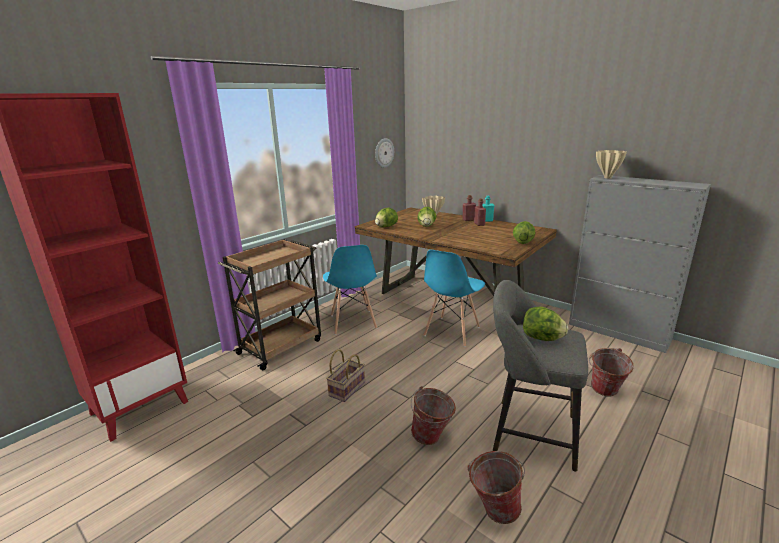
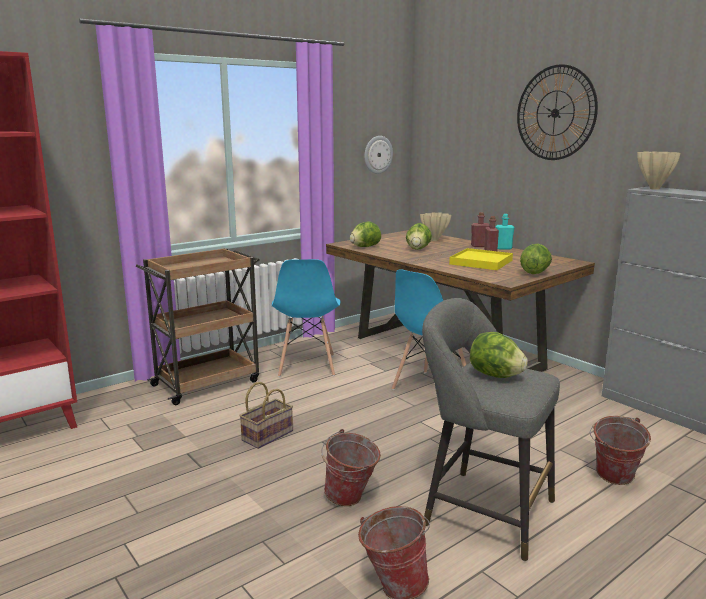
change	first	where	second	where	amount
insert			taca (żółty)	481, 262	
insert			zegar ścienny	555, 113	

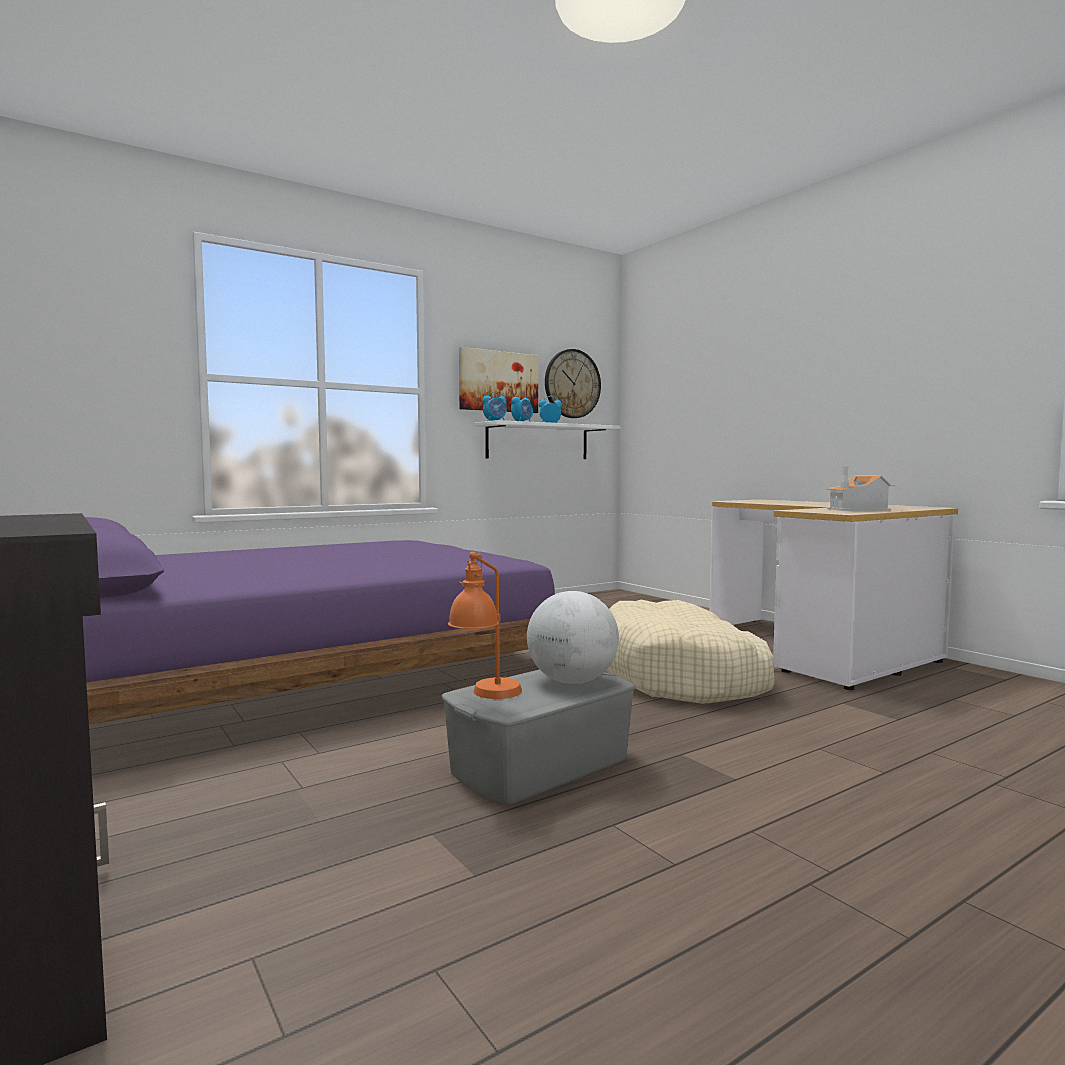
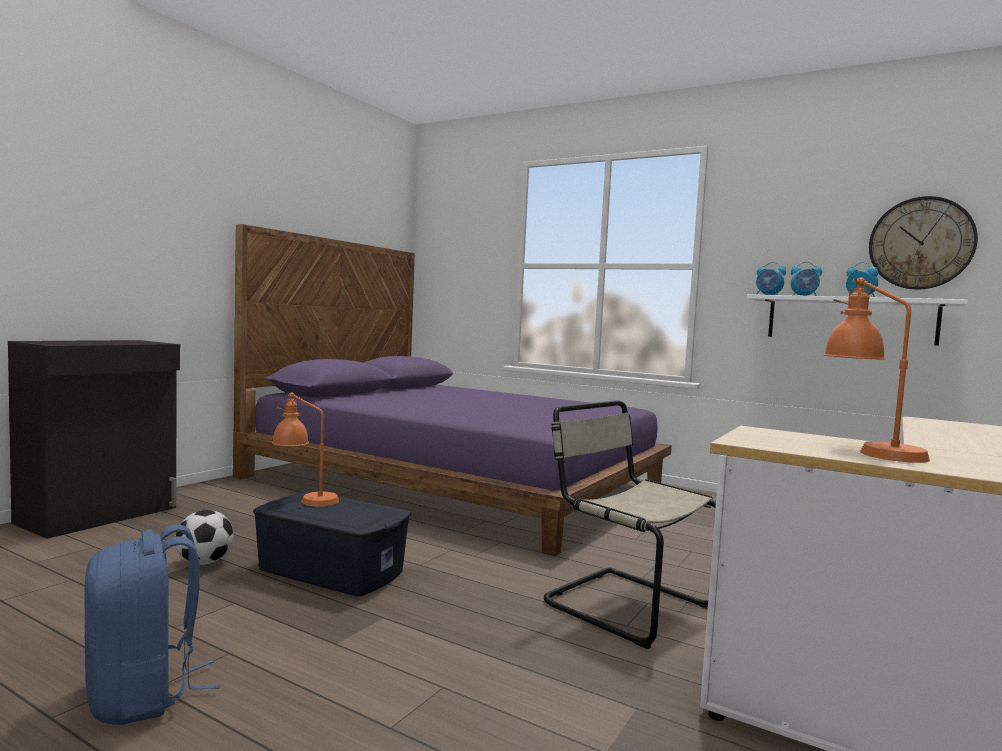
change	first	where	second	where	amount
delete	obraz	498, 381			
delete	globus	572, 681			
insert			plecak (niebieski)	144, 695	
insert			piłka futbolowa	204, 563	
replace	legowisko (beżowy)	682, 677	krzesło (beżowy)	623, 604	
replace	domek	858, 509	lampa stołowa (pomarańczowy)	867, 450	
recolor	pojemnik do przechowywania (szary)	539, 765	pojemnik do przechowywania (niebieski)	331, 570	

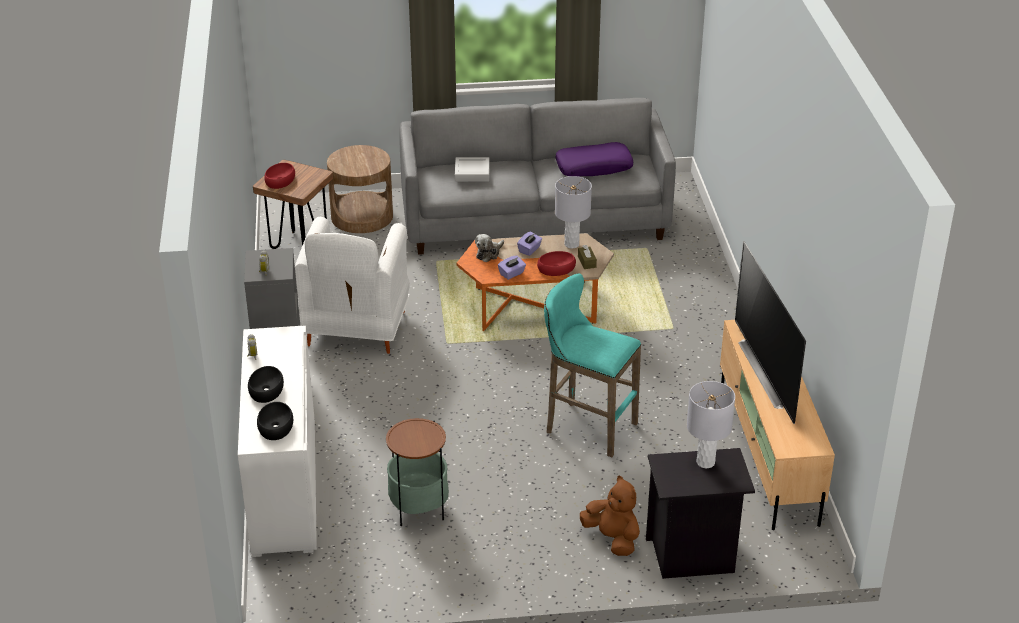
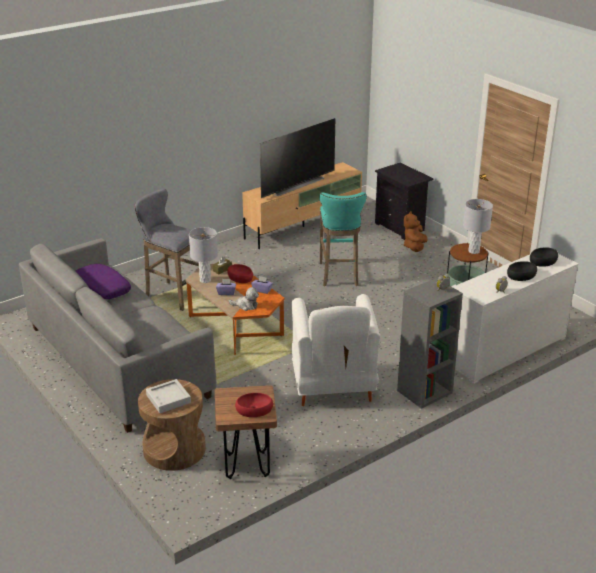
change	first	where	second	where	amount
insert			stołek (szary)	173, 294	
move	taca (szary)	472, 173		168, 399	
move	lampa stołowa (szary)	705, 462		474, 251	
rotate	fotel (biały)	356, 330		333, 387	105 degrees clockwise

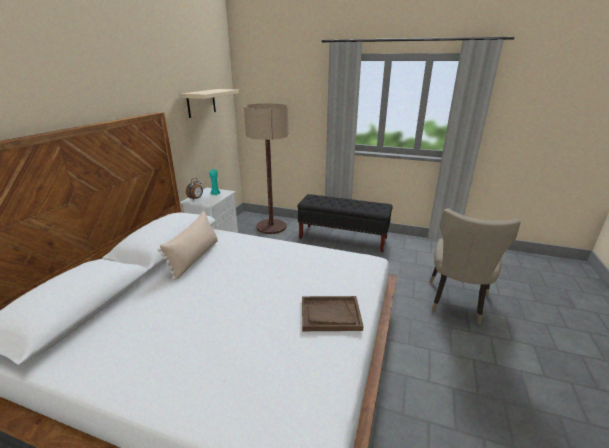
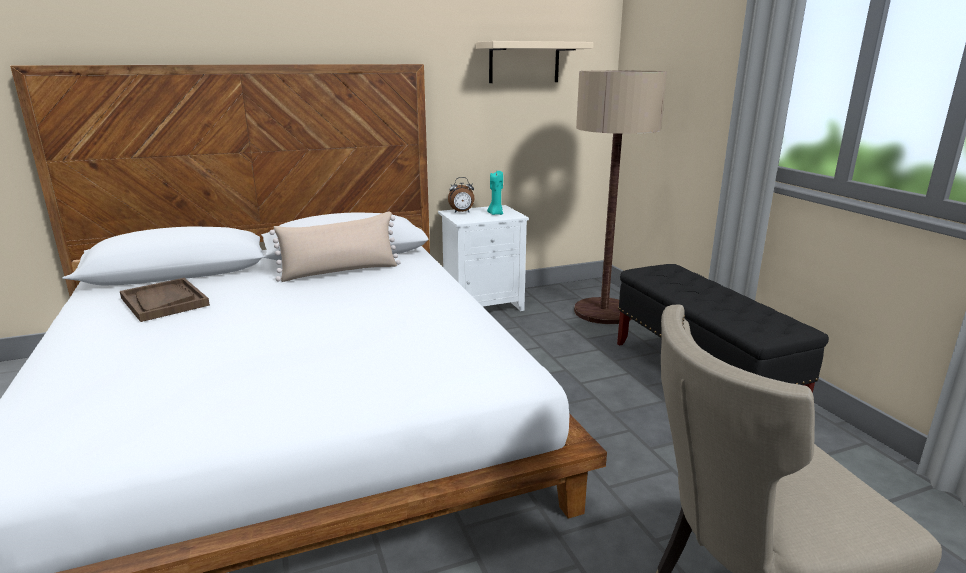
change	first	where	second	where	amount
move	taca (brązowy)	330, 315		164, 301	

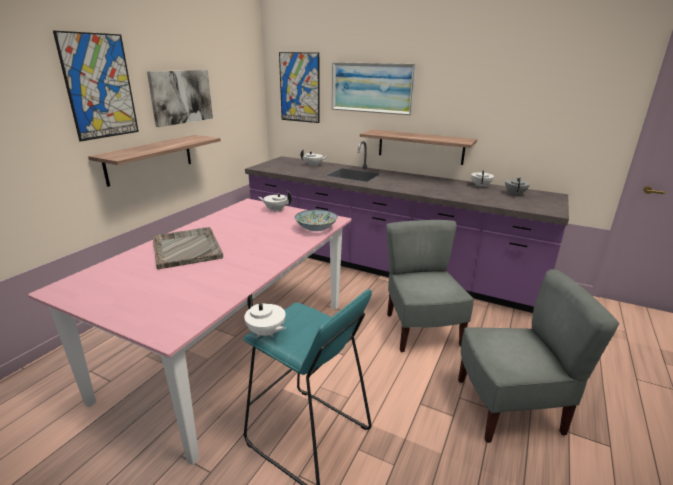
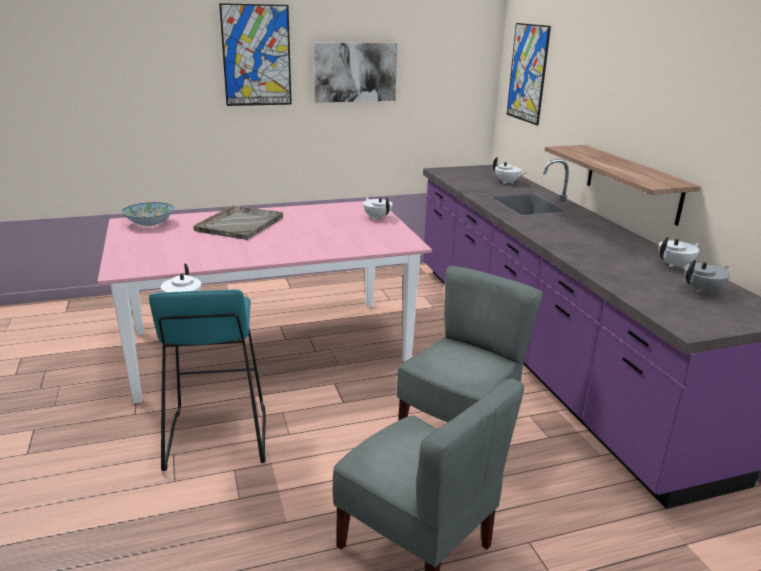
change	first	where	second	where	amount
delete	półka	150, 159			
delete	obraz	372, 88			
move	miska	316, 229		149, 224	

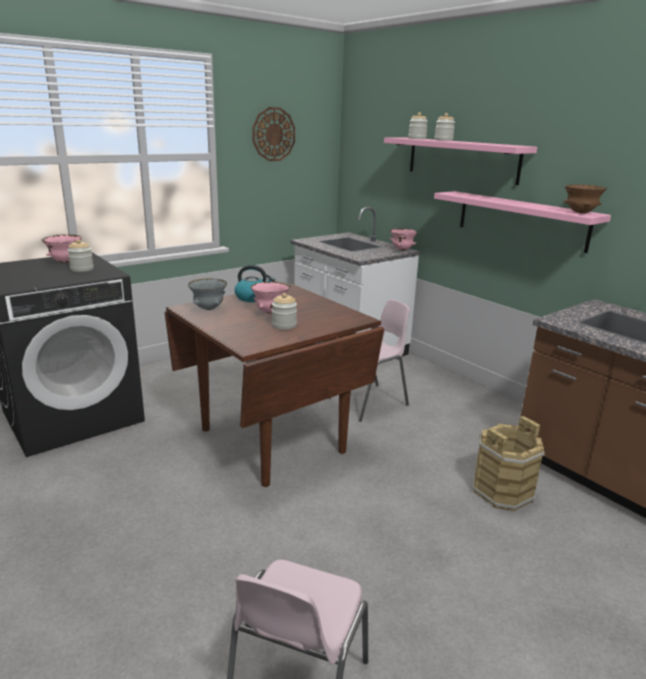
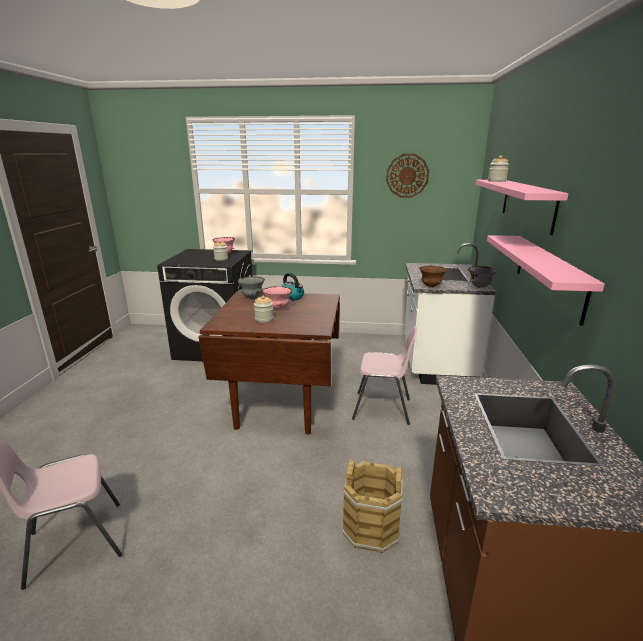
change	first	where	second	where	amount
delete	słoik	443, 140			
move	miska (brązowy)	580, 213		431, 286	
recolor	miska (różowy)	401, 250	miska (szary)	479, 286	

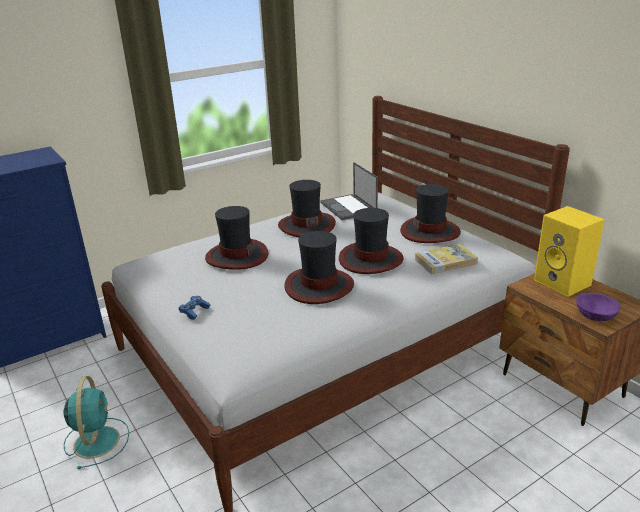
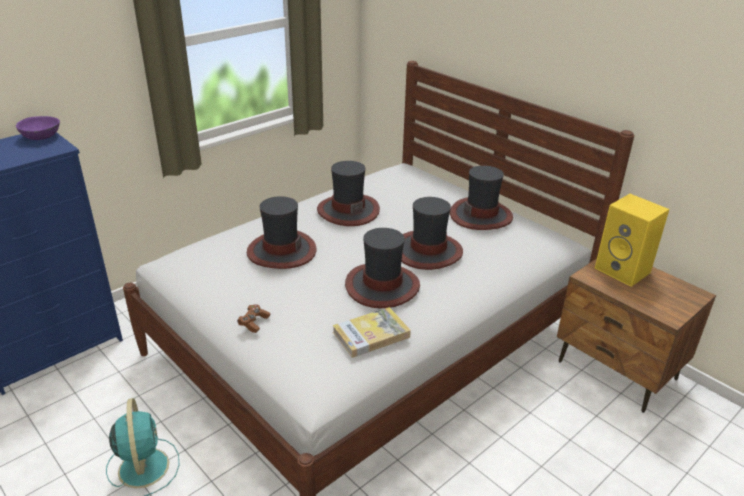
change	first	where	second	where	amount
delete	laptop	349, 207			
move	książka	445, 261		371, 334	
move	miska (fioletowy)	595, 316		40, 137	
recolor	pad do gier (niebieski)	195, 312	pad do gier (brązowy)	254, 323	

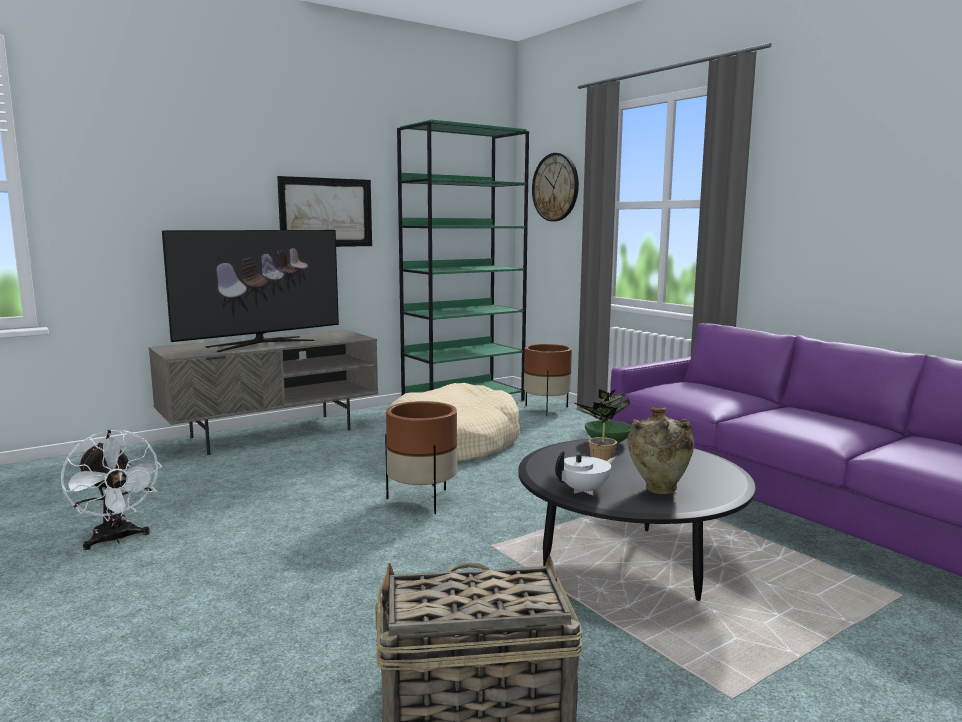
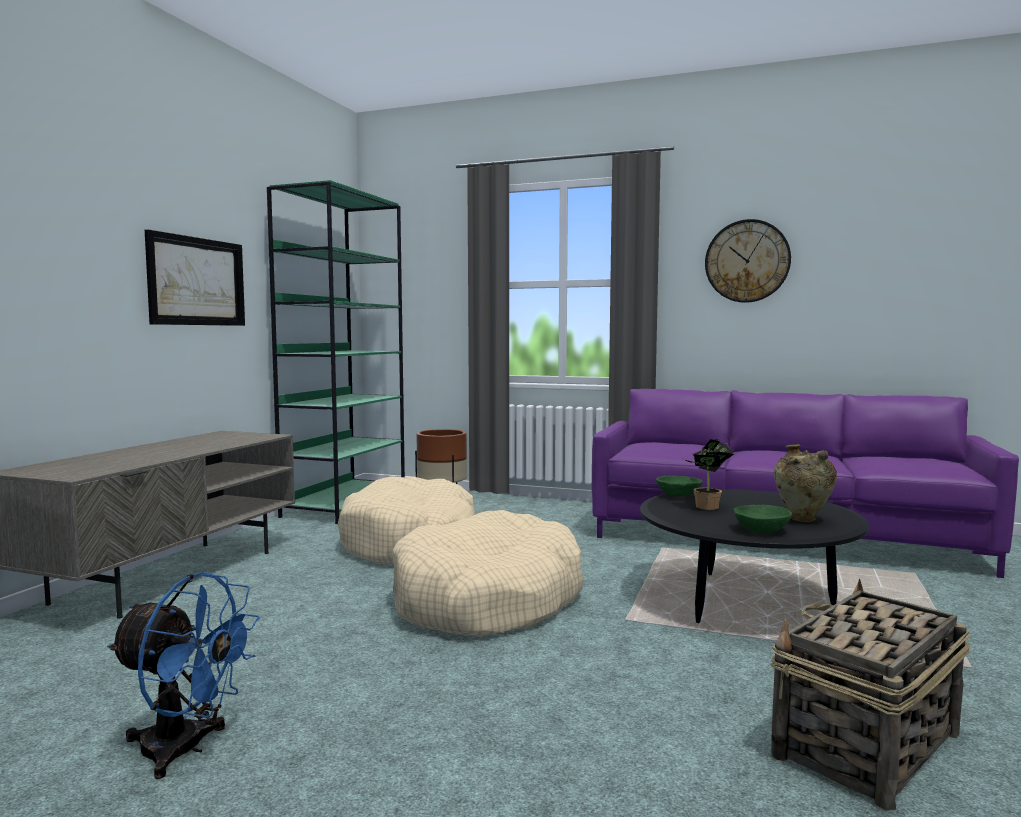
change	first	where	second	where	amount
delete	telewizor	260, 344			
move	zegar ścienny	555, 187		747, 261	
replace	donica (brązowy)	422, 500	legowisko (beżowy)	487, 600	
replace	imbryk (biały)	584, 490	miska (zielony)	762, 530	
recolor	wentylator (biały)	116, 539	wentylator (niebieski)	186, 749	

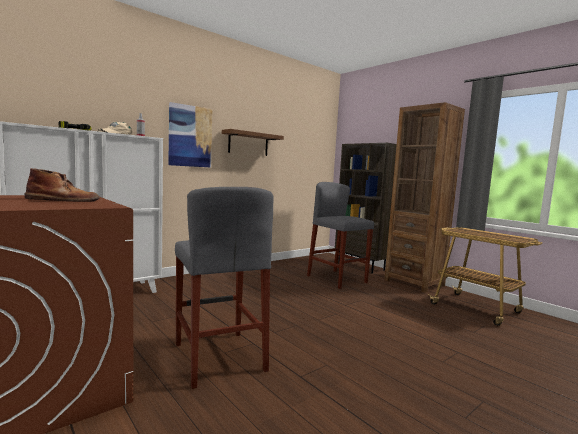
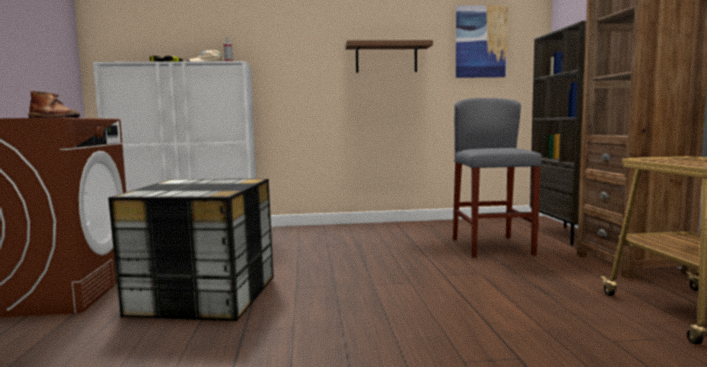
change	first	where	second	where	amount
move	obraz	190, 136		481, 42	
replace	stołek (szary)	219, 357	pojemnik do przechowywania	202, 297	

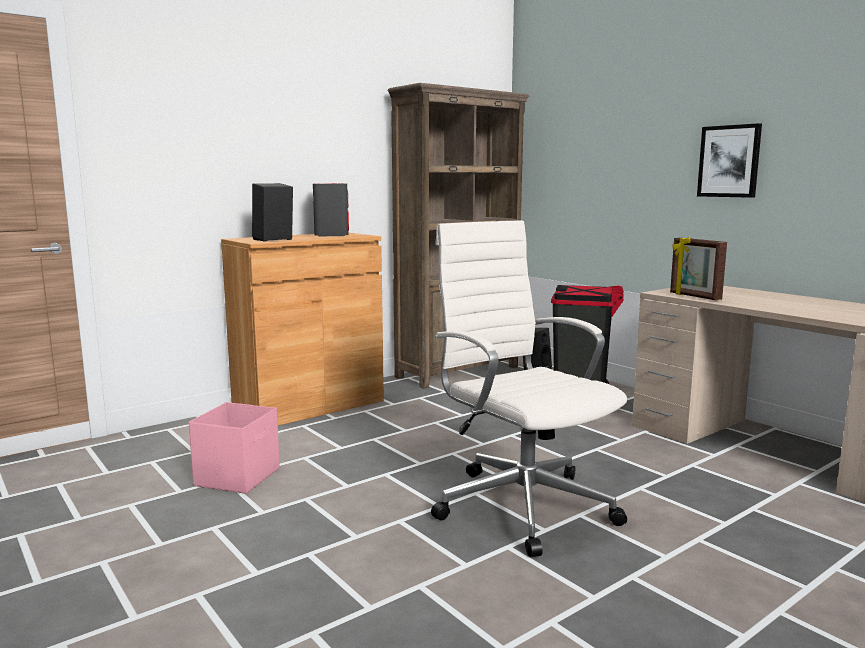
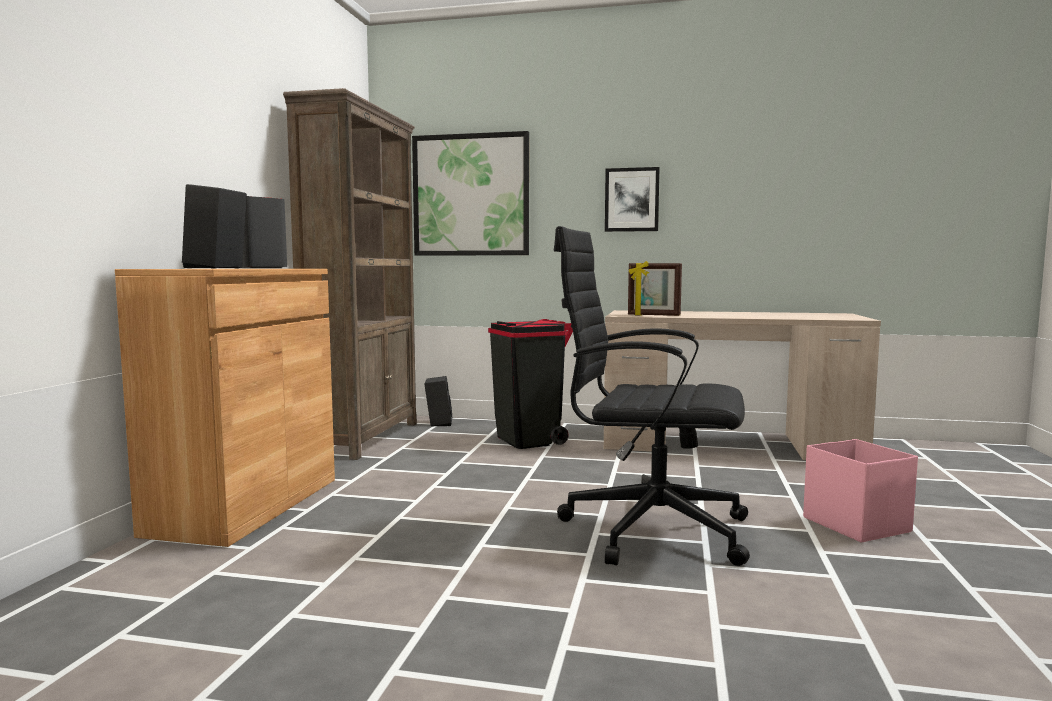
change	first	where	second	where	amount
insert			obraz	471, 195	
move	pojemnik do przechowywania (różowy)	239, 476		855, 524	
recolor	krzesło biurowe (biały)	521, 504	krzesło biurowe (czarny)	649, 529	

